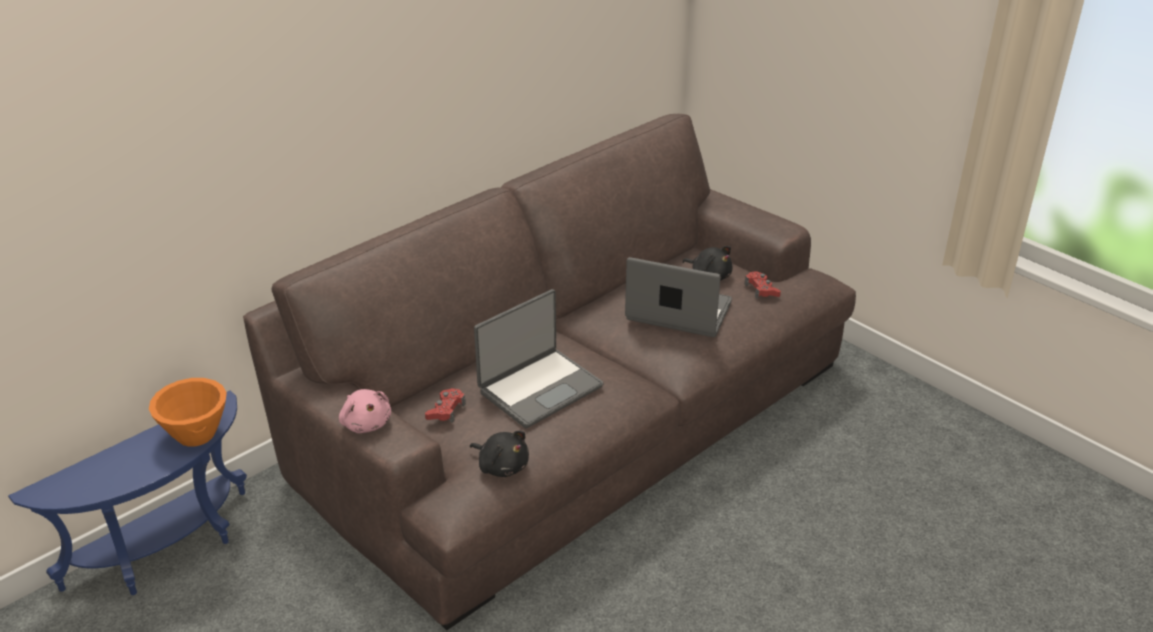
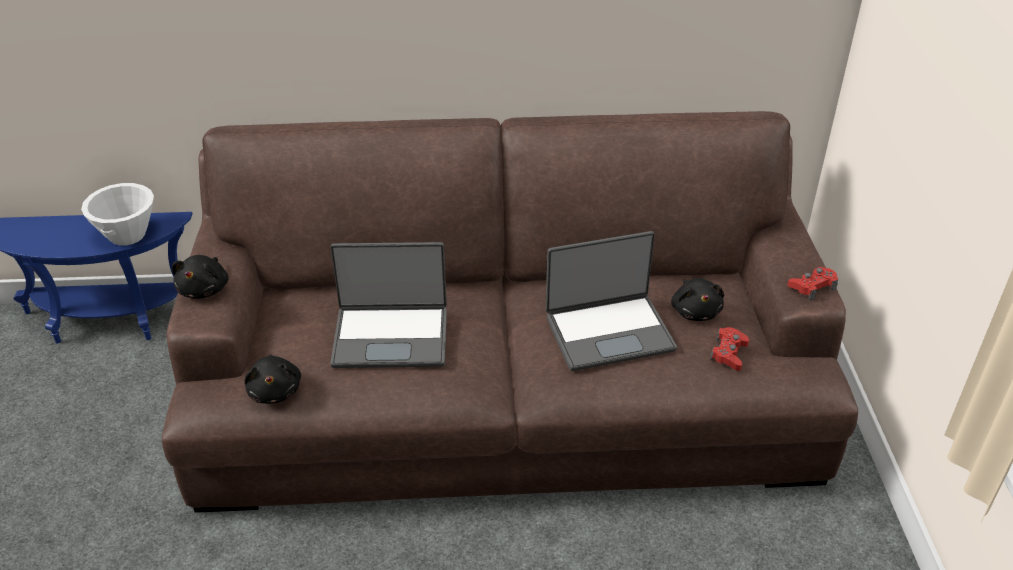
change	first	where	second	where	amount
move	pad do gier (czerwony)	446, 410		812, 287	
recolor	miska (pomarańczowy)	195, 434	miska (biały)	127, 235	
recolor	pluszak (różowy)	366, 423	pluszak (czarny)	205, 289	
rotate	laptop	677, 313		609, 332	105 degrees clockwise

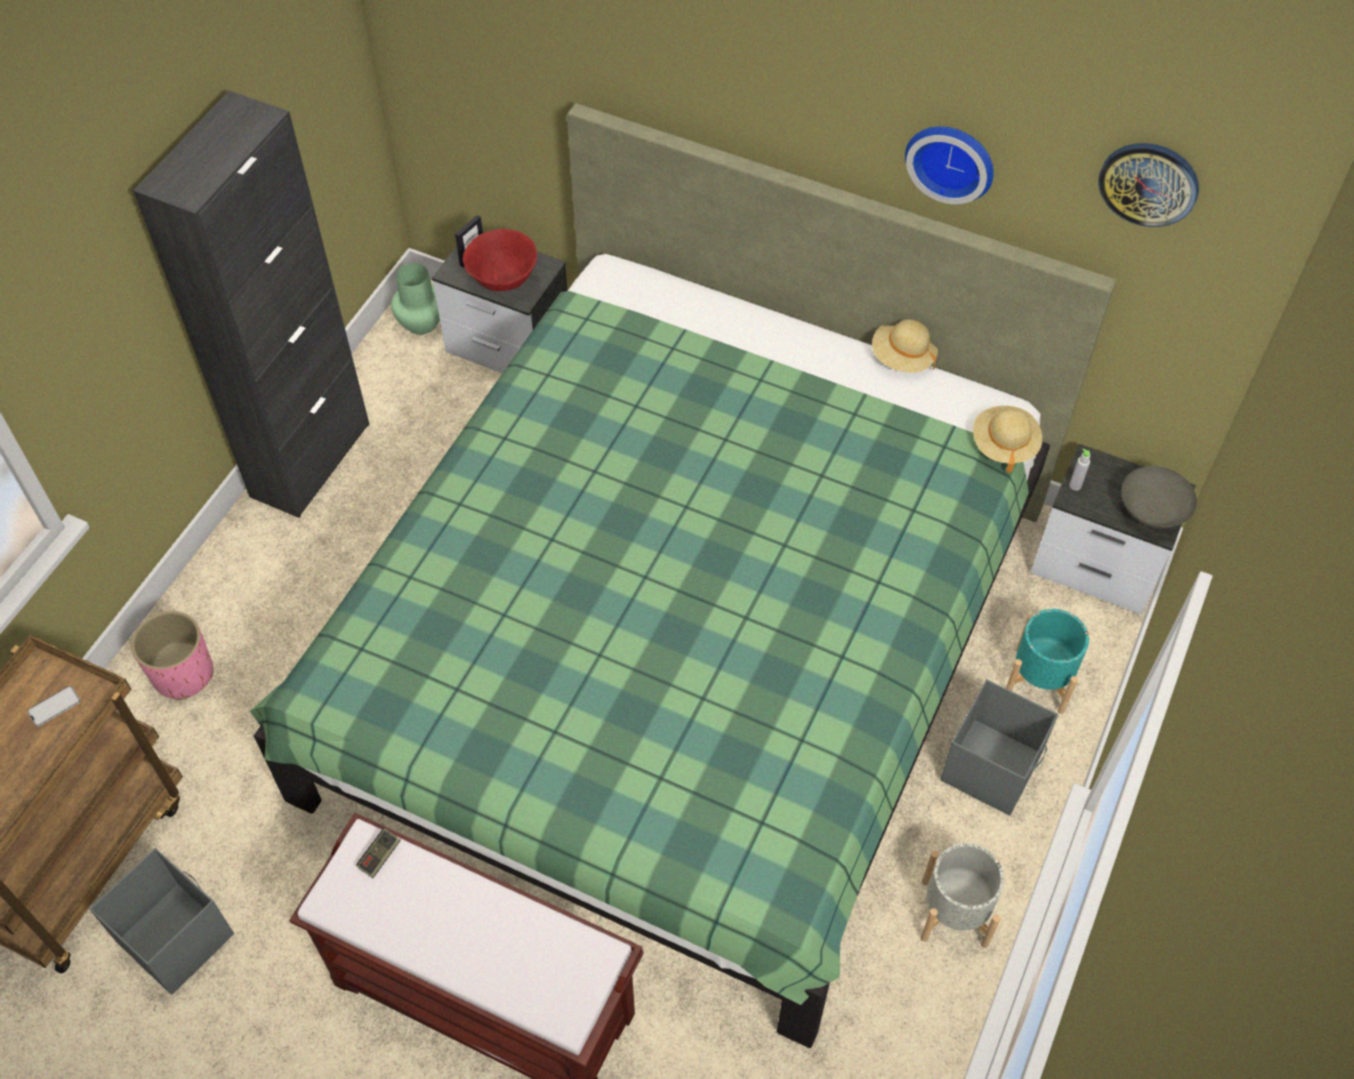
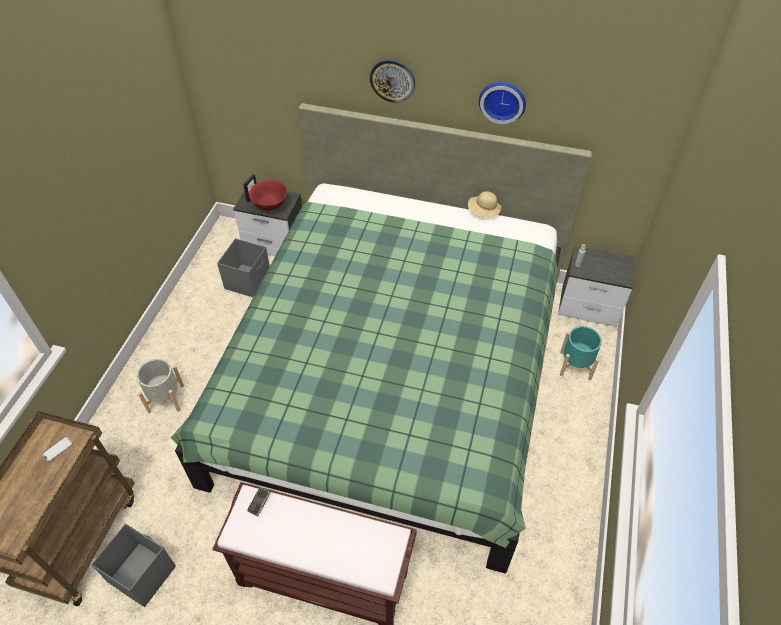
change	first	where	second	where	amount
delete	donica (różowy)	184, 674			
delete	szafka (czarny)	310, 460			
delete	wazon (zielony)	422, 322			
delete	kapelusz (beżowy)	1004, 445			
delete	miska (szary)	1151, 511			
move	donica (szary)	954, 912		166, 398	
move	pojemnik do przechowywania (szary)	992, 766		248, 280	
move	zegar ścienny	1149, 183		392, 80	

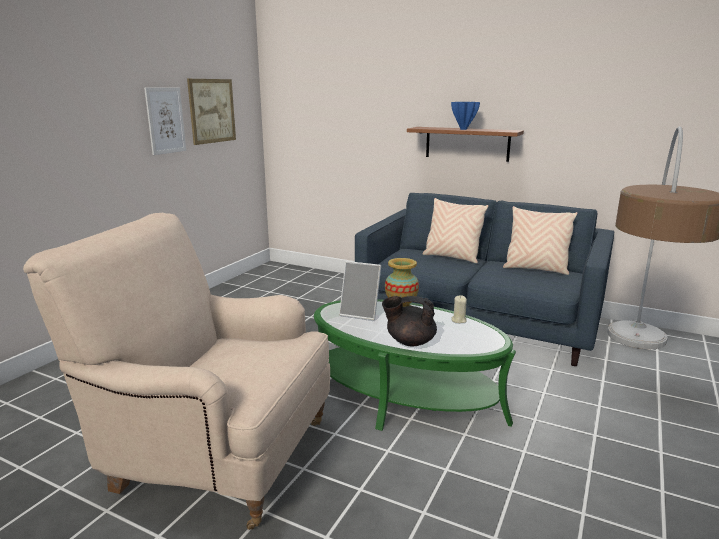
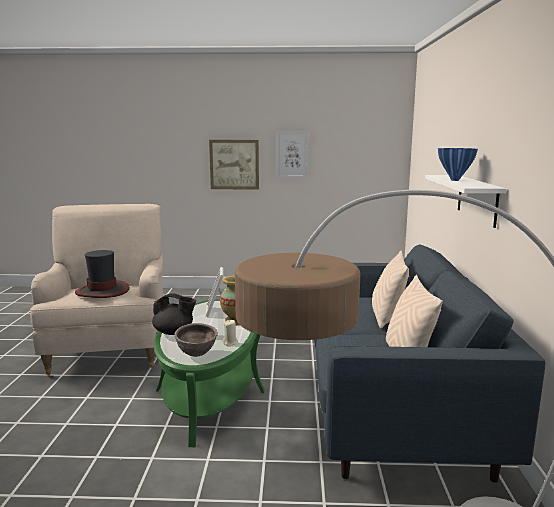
change	first	where	second	where	amount
insert			kapelusz	103, 291	
insert			miska (brązowy)	196, 355	
move	obraz	212, 111		234, 164	
recolor	półka (brązowy)	467, 143	półka (biały)	477, 199	
rotate	imbryk (czarny)	410, 342		174, 332	120 degrees clockwise

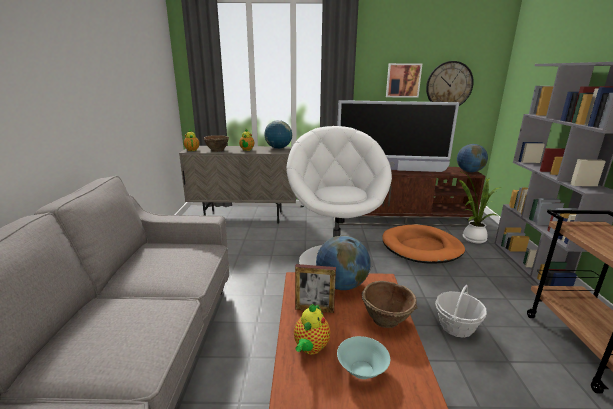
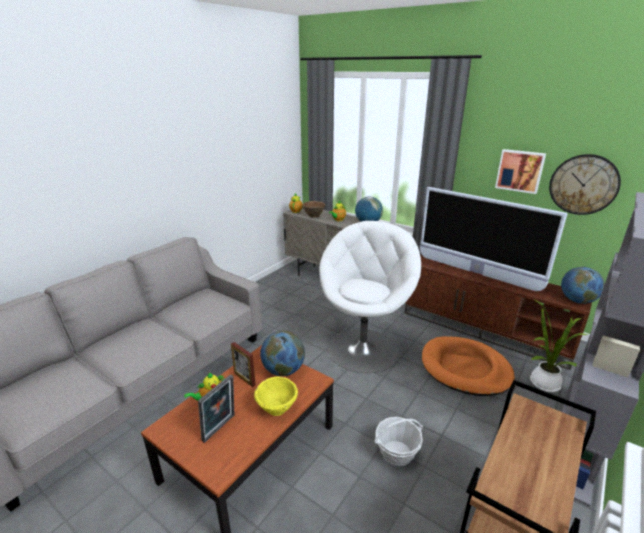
change	first	where	second	where	amount
replace	miska (turkusowy)	361, 369	ramka na zdjęcie	220, 429	
recolor	miska (brązowy)	387, 320	miska (żółty)	277, 409	

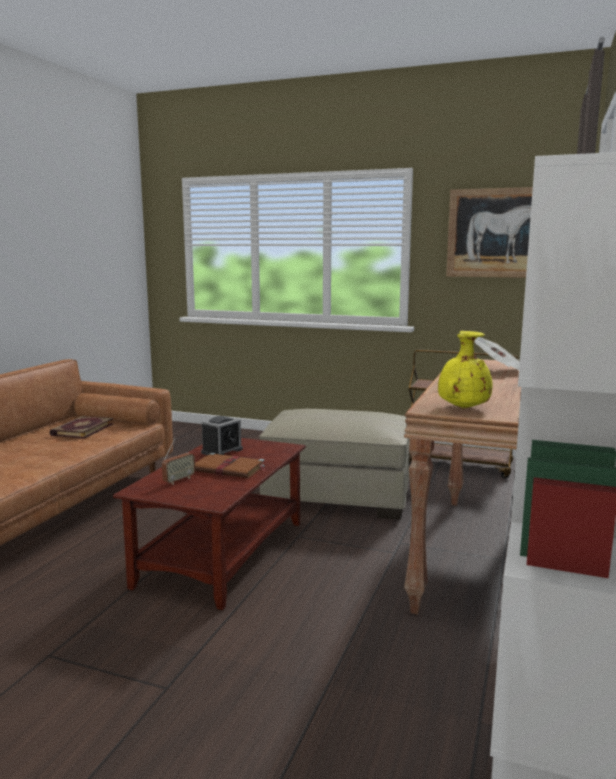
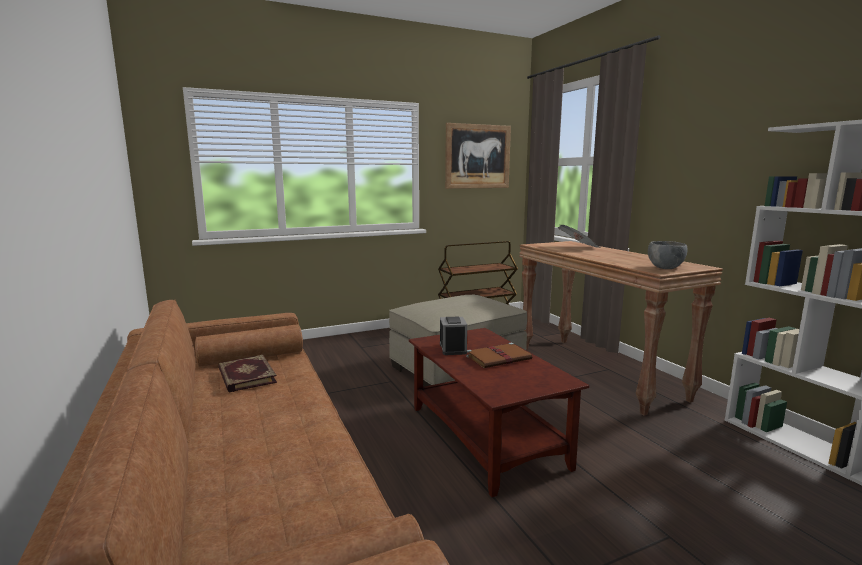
change	first	where	second	where	amount
delete	radio	179, 480			
replace	wazon (żółty)	462, 408	miska (szary)	664, 268	

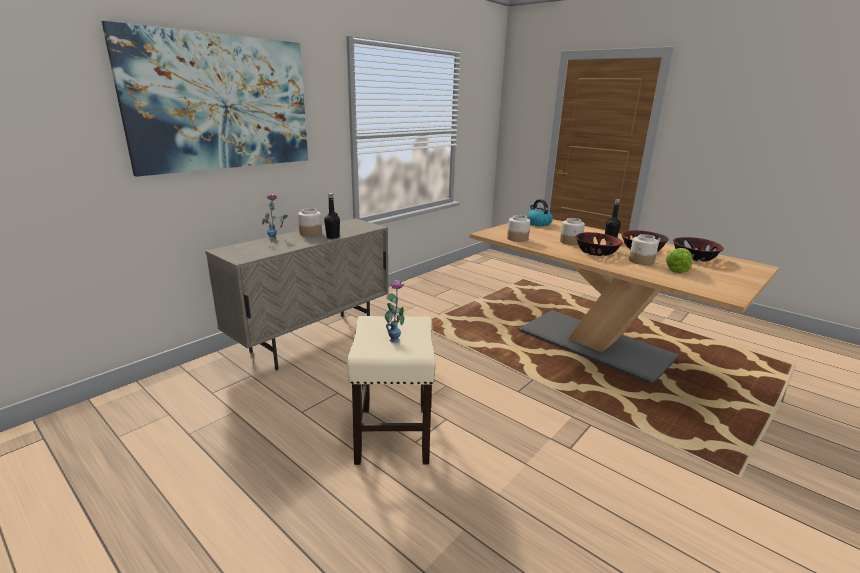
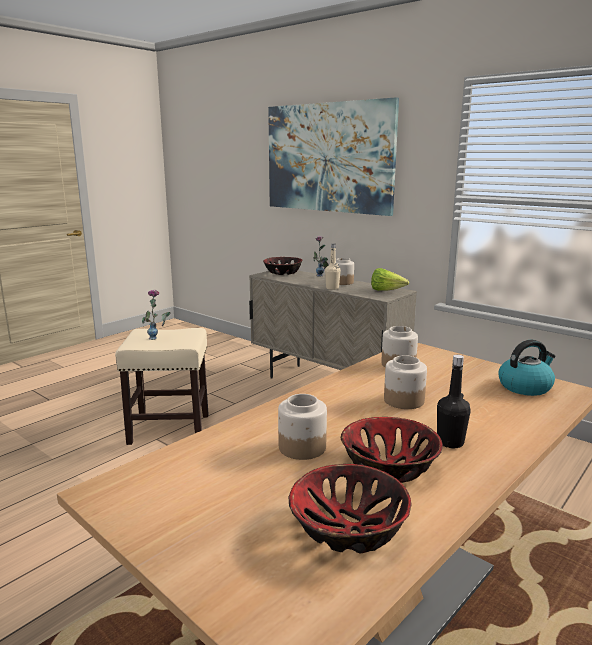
change	first	where	second	where	amount
move	miska	596, 252		283, 272	
move	sałata	676, 269		386, 291	
recolor	butelka (czarny)	333, 237	butelka (beżowy)	332, 288	

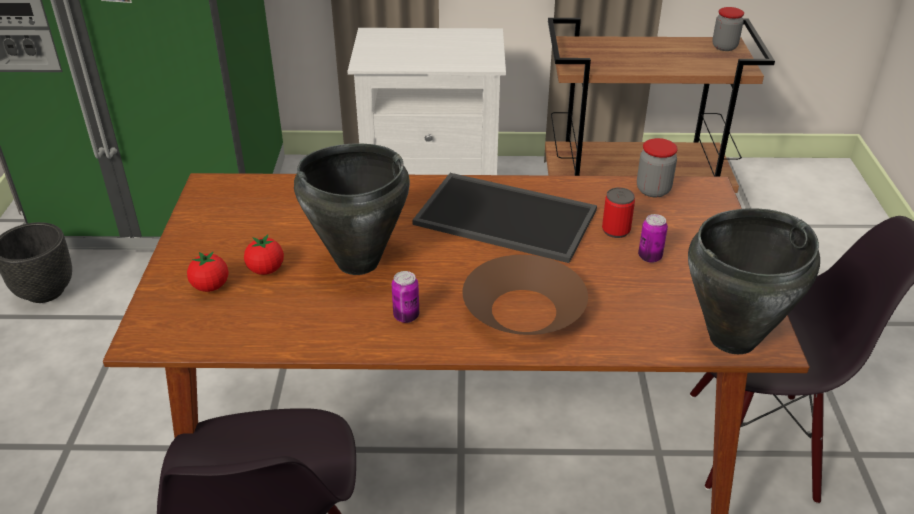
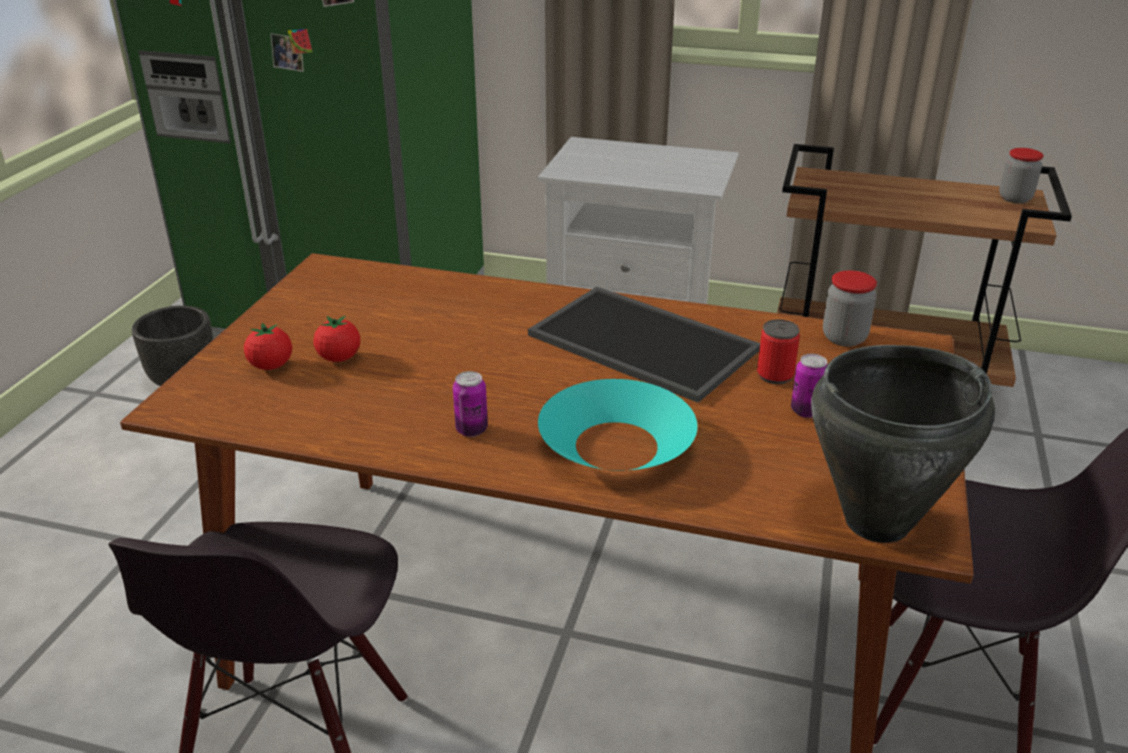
change	first	where	second	where	amount
delete	garnek (czarny)	357, 262			
recolor	miska (brązowy)	523, 310	miska (turkusowy)	615, 445	

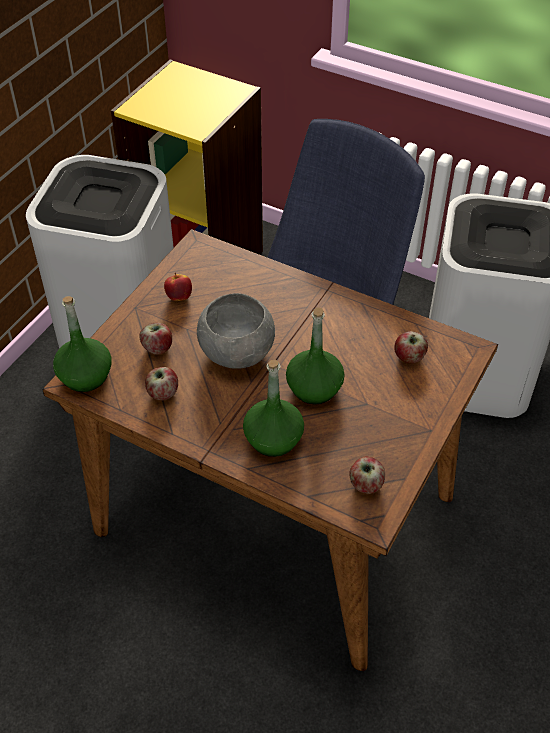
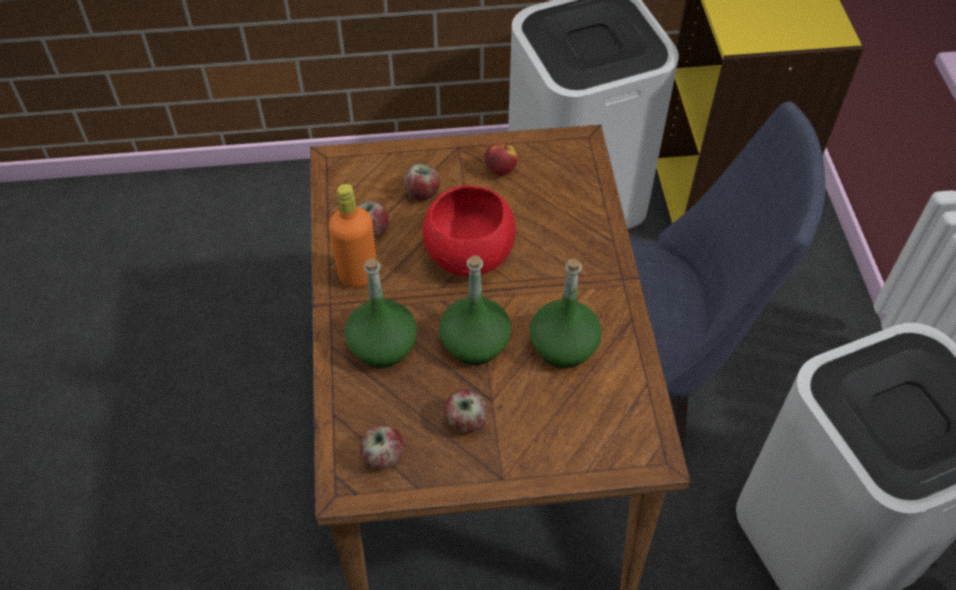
change	first	where	second	where	amount
insert			butelka (pomarańczowy)	358, 275	
move	butelka (zielony)	85, 376		563, 346	
move	jabłko	409, 357		466, 421	
recolor	miska (szary)	237, 351	miska (czerwony)	470, 253	

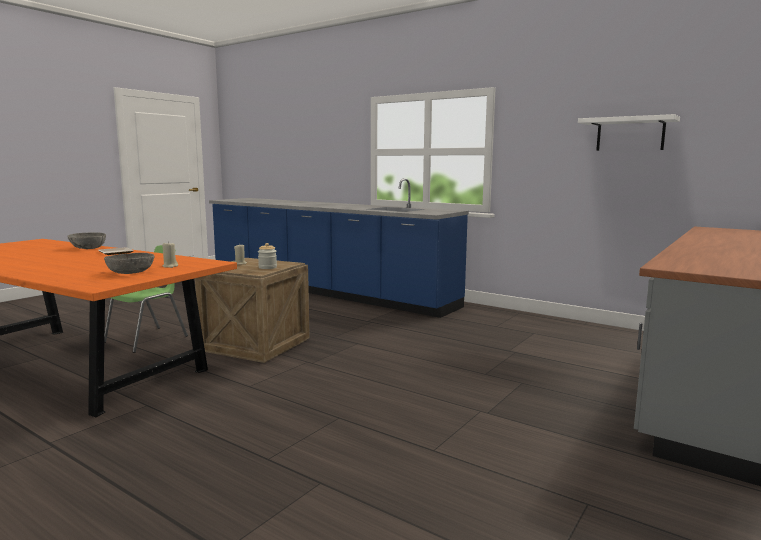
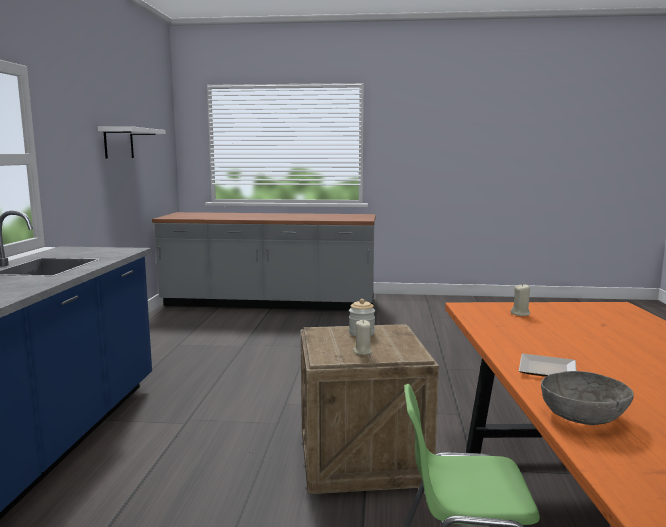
change	first	where	second	where	amount
delete	miska (szary)	131, 272			

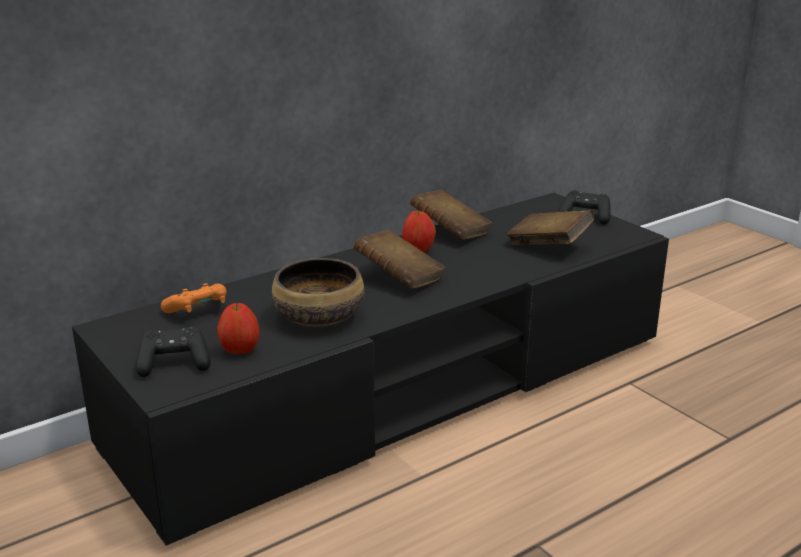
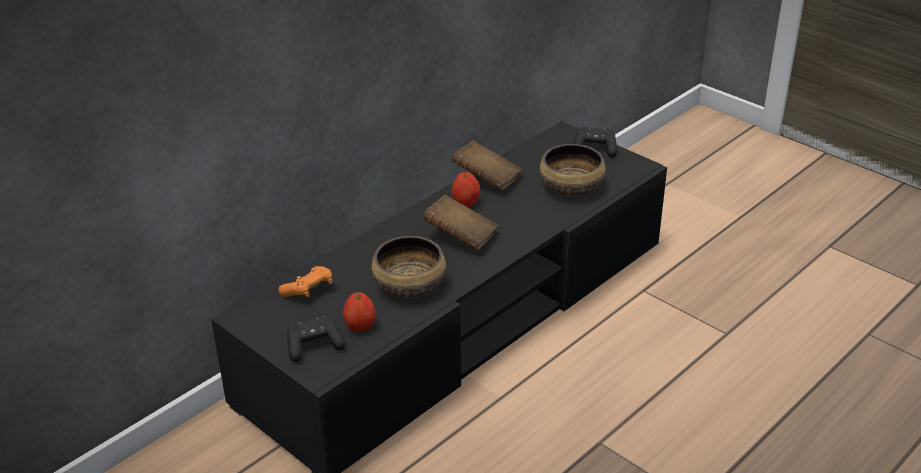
change	first	where	second	where	amount
replace	książka (brązowy)	548, 246	miska	572, 187	

